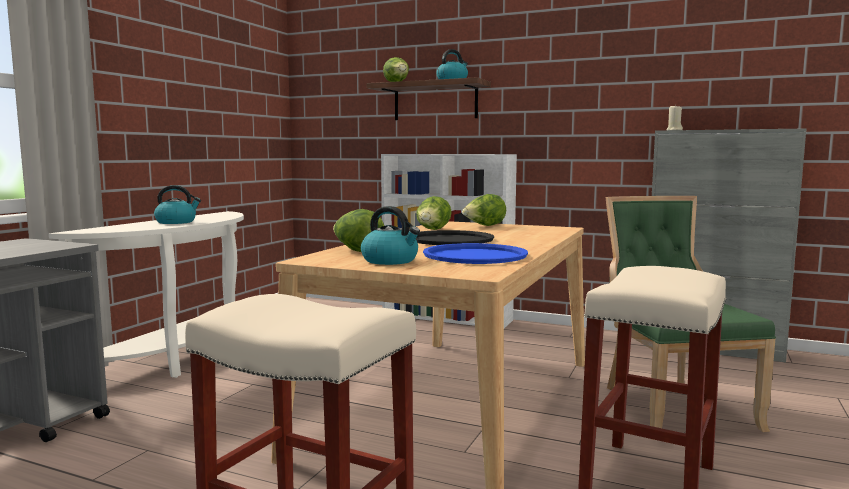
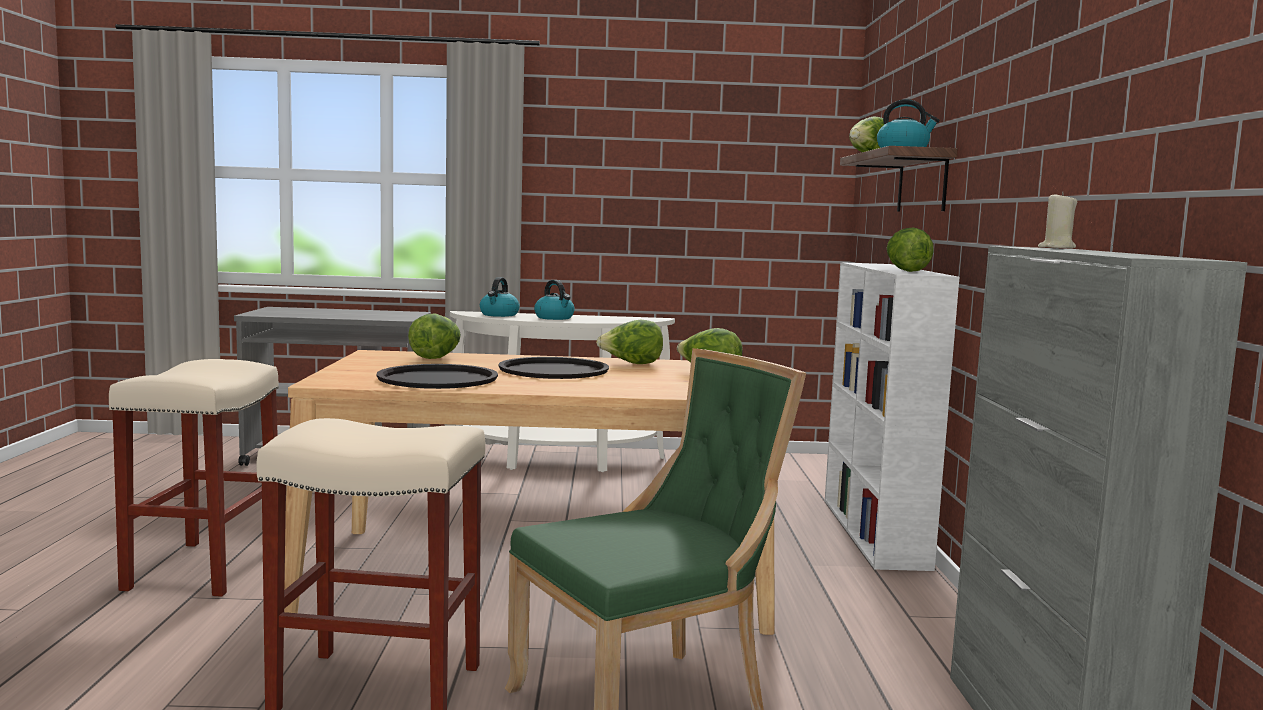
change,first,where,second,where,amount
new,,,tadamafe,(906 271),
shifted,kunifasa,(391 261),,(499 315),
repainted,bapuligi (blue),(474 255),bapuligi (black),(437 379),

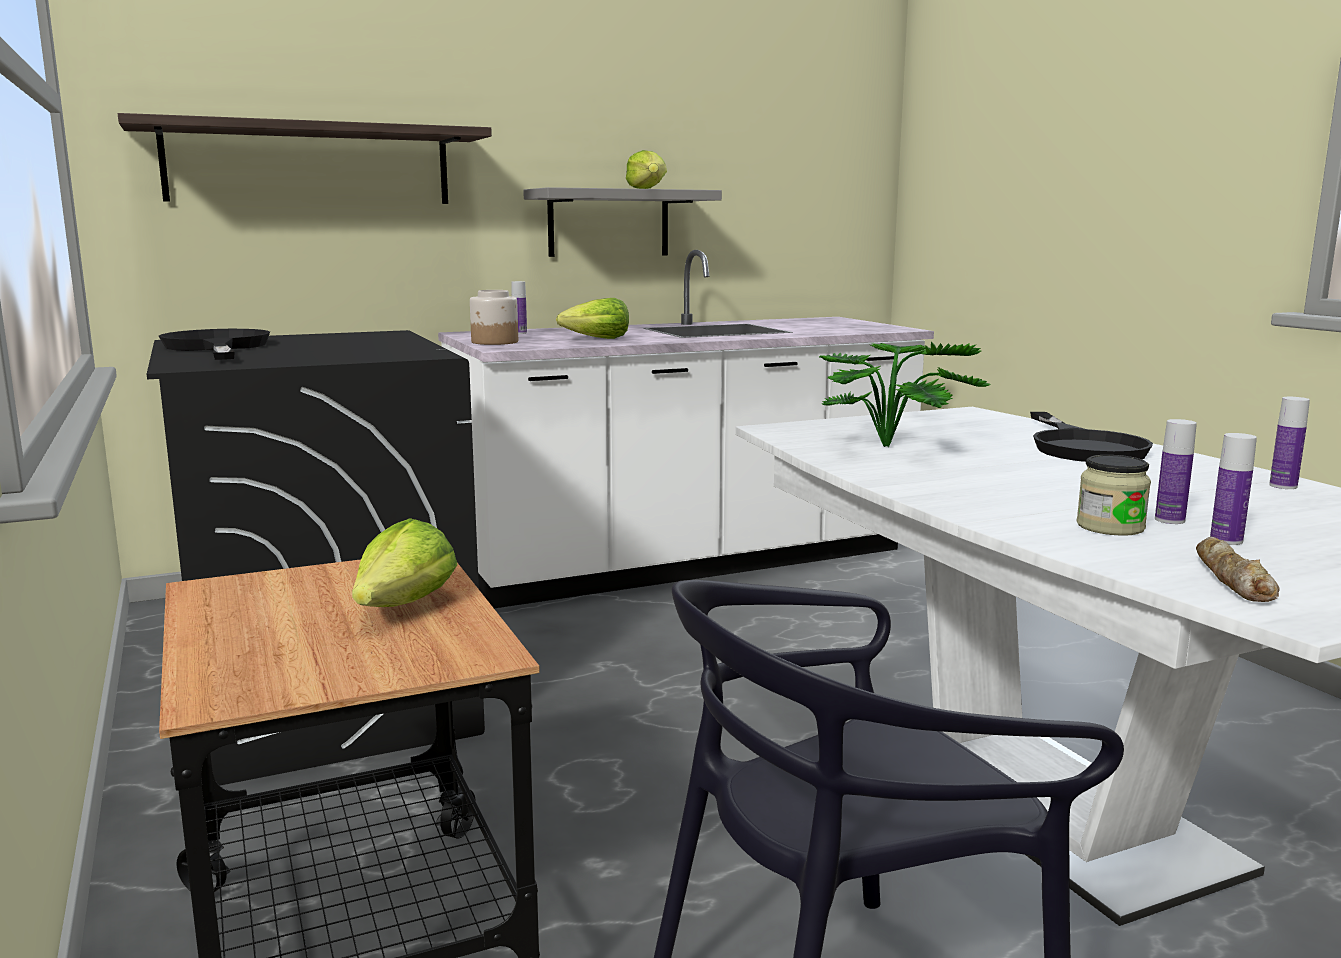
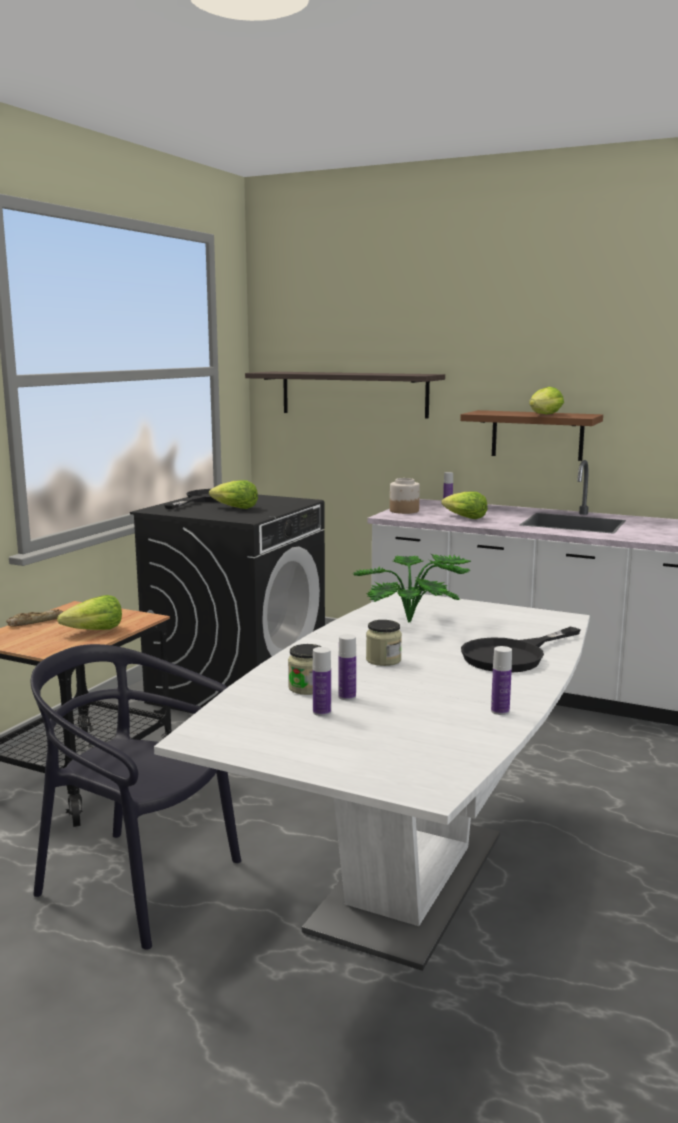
change,first,where,second,where,amount
new,,,tadamafe,(234 508),
new,,,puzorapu,(383 660),
shifted,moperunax,(1230 579),,(36 622),
repainted,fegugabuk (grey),(608 223),fegugabuk (brown),(537 435),

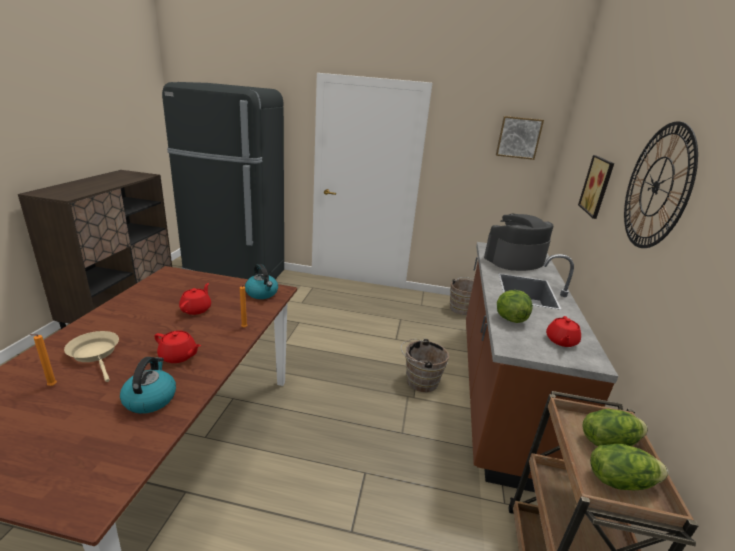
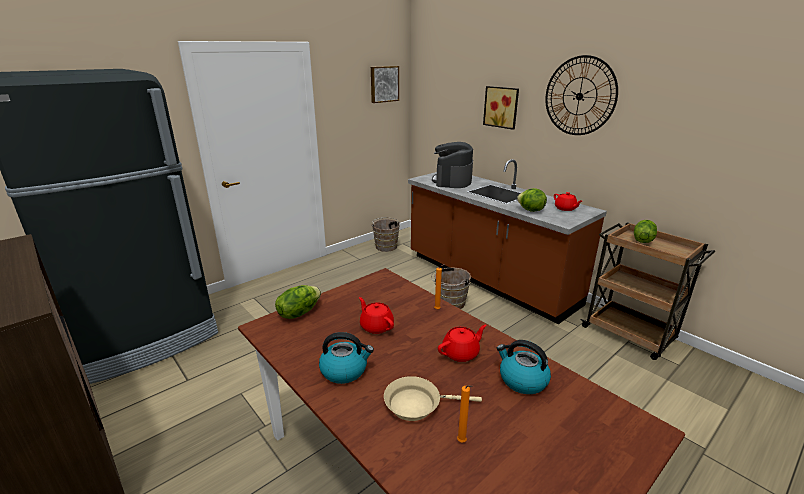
change,first,where,second,where,amount
shifted,kunifasa,(262 293),,(345 370),
shifted,tadamafe,(619 480),,(299 312),

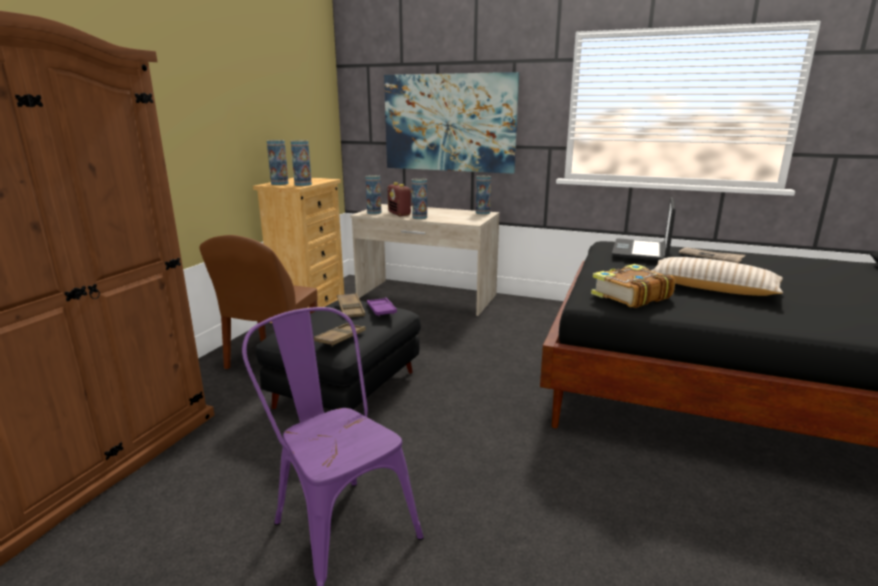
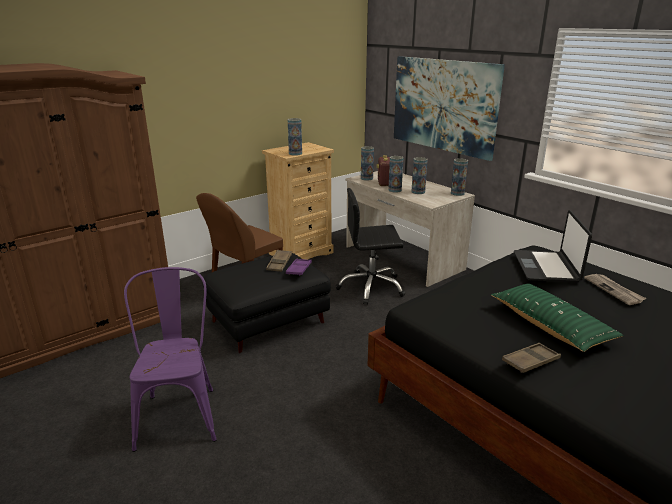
change,first,where,second,where,amount
gone,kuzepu,(630 296),,,
new,,,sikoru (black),(371 287),
shifted,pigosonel,(279 184),,(418 192),
shifted,bapuligi (brown),(340 338),,(530 361),
repainted,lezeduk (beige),(712 288),lezeduk (green),(550 325),
rotated,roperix,(641 251),,(546 267),45 degrees counterclockwise

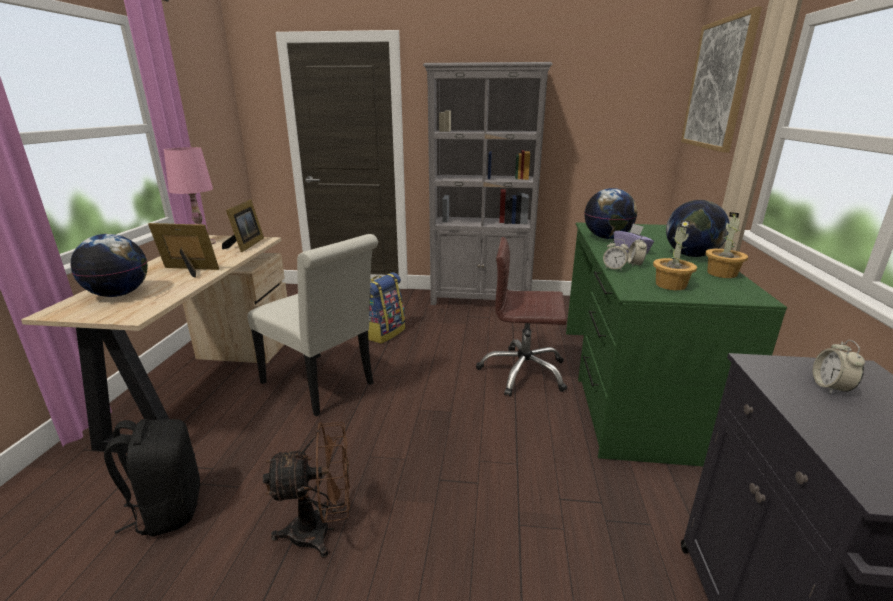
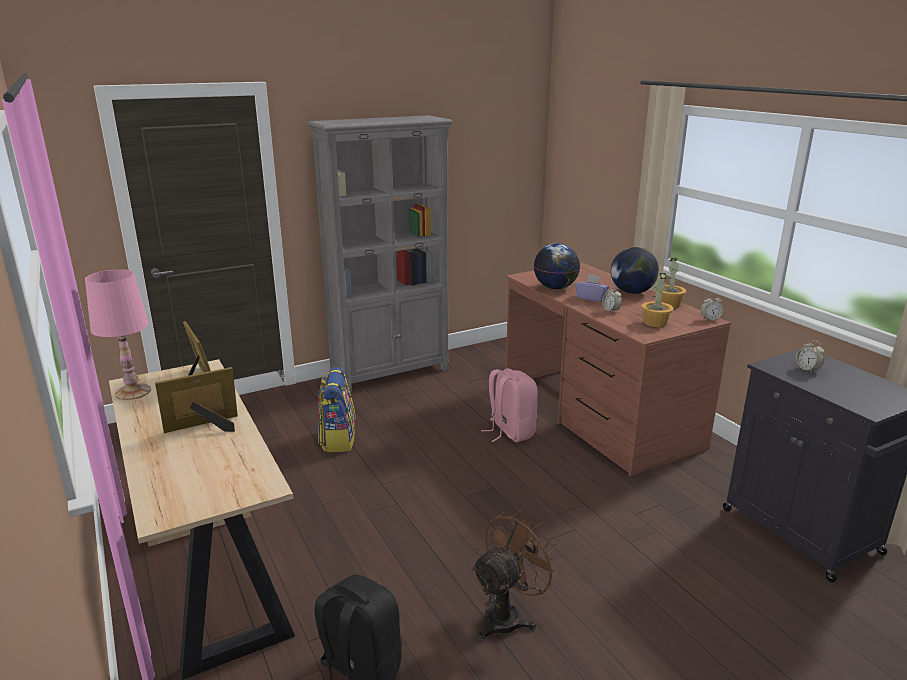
change,first,where,second,where,amount
gone,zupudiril,(119 294),,,
gone,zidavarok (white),(322 386),,,
gone,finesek,(717 85),,,
shifted,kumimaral,(614 268),,(710 319),
swapped,sikoru (brown),(523 372),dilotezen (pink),(510 432),
repainted,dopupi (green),(631 386),dopupi (brown),(597 414),

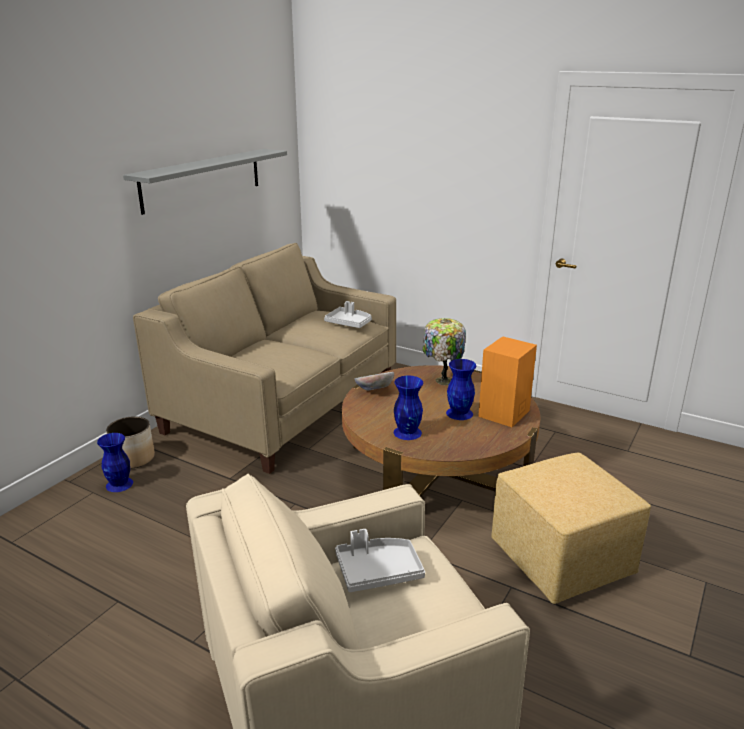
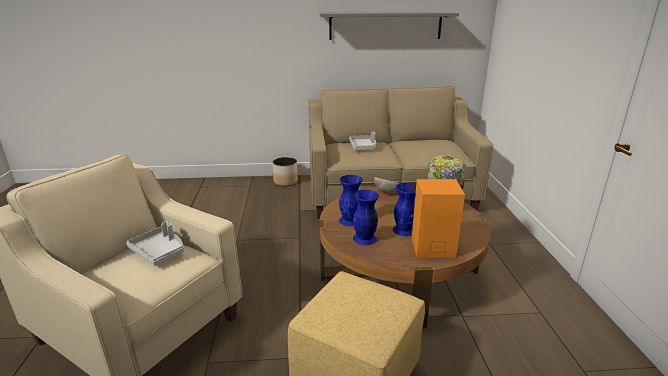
change,first,where,second,where,amount
shifted,pigosonel (blue),(119 484),,(364 238),
shifted,bapuligi (grey),(349 323),,(363 147),

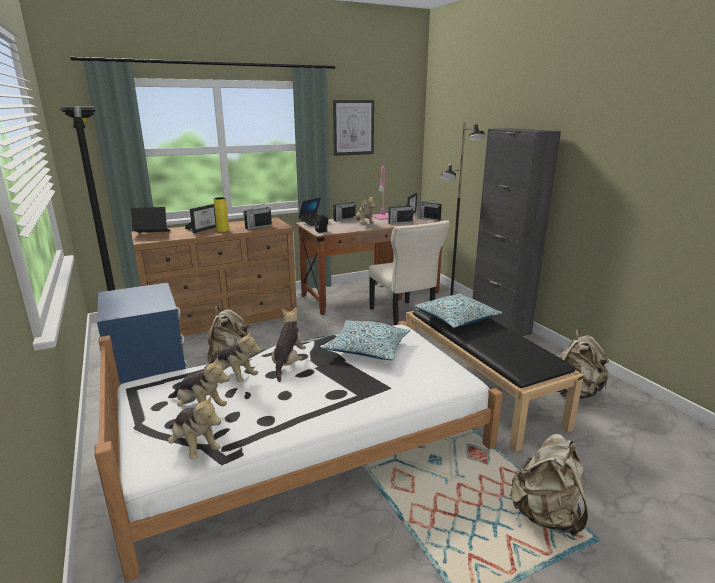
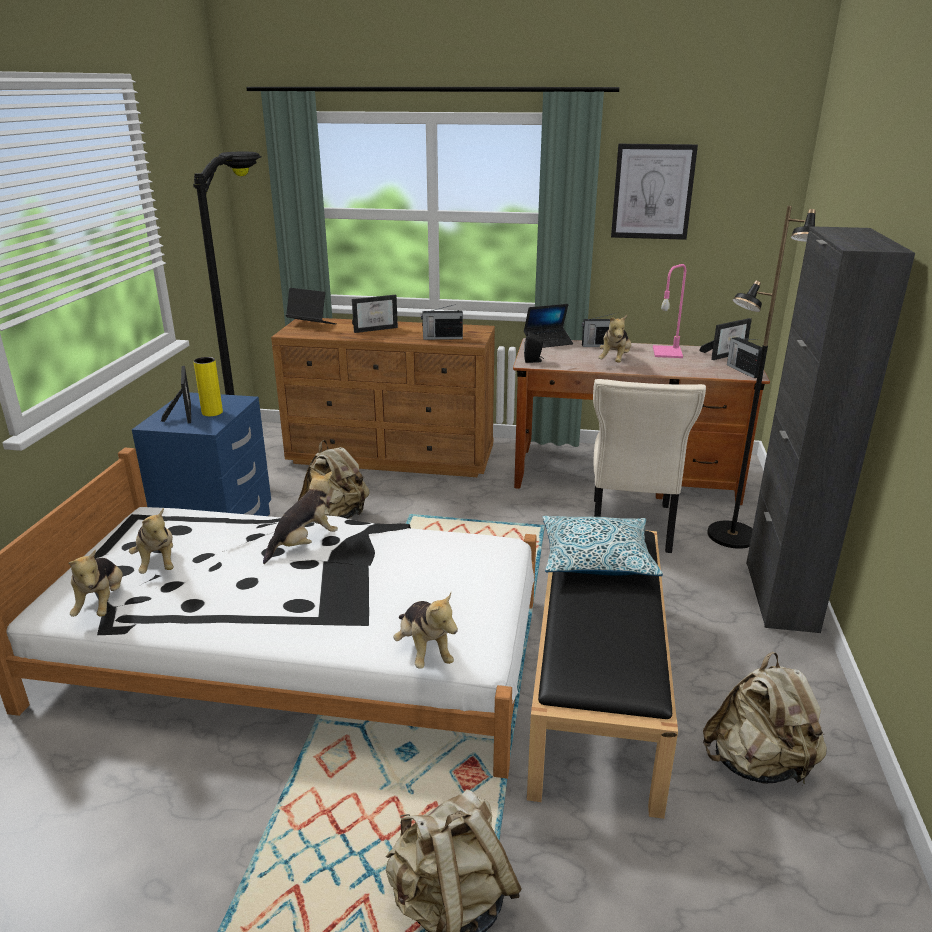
change,first,where,second,where,amount
gone,lezeduk,(367 349),,,
gone,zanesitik,(399 222),,,
new,,,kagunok,(183 413),
shifted,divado,(233 377),,(424 651),
shifted,pigosonel (yellow),(223 230),,(212 412),

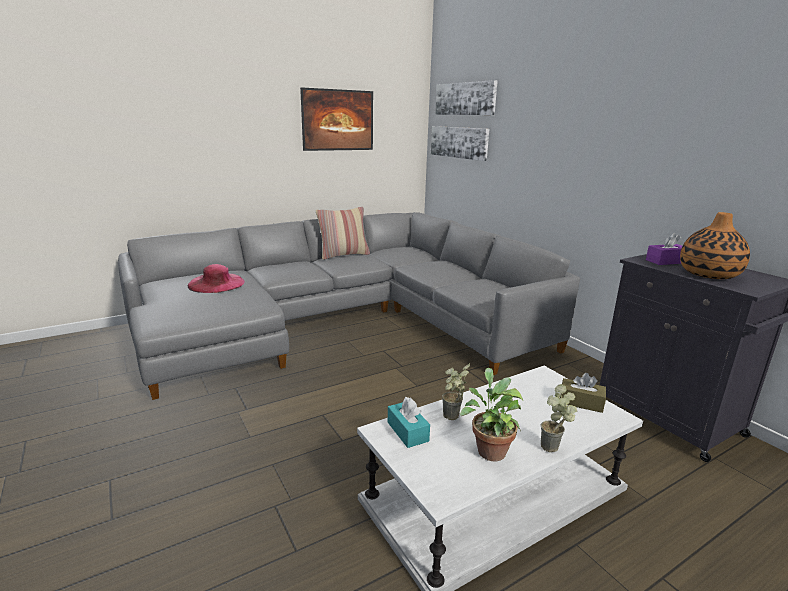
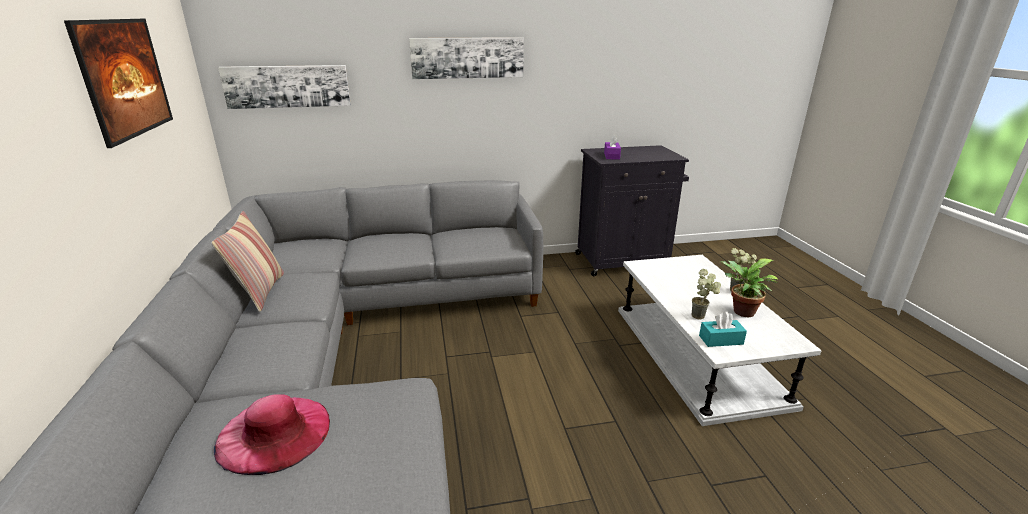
change,first,where,second,where,amount
gone,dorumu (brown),(581 402),,,
gone,pigosonel,(708 274),,,
shifted,finesek,(465 99),,(467 57),

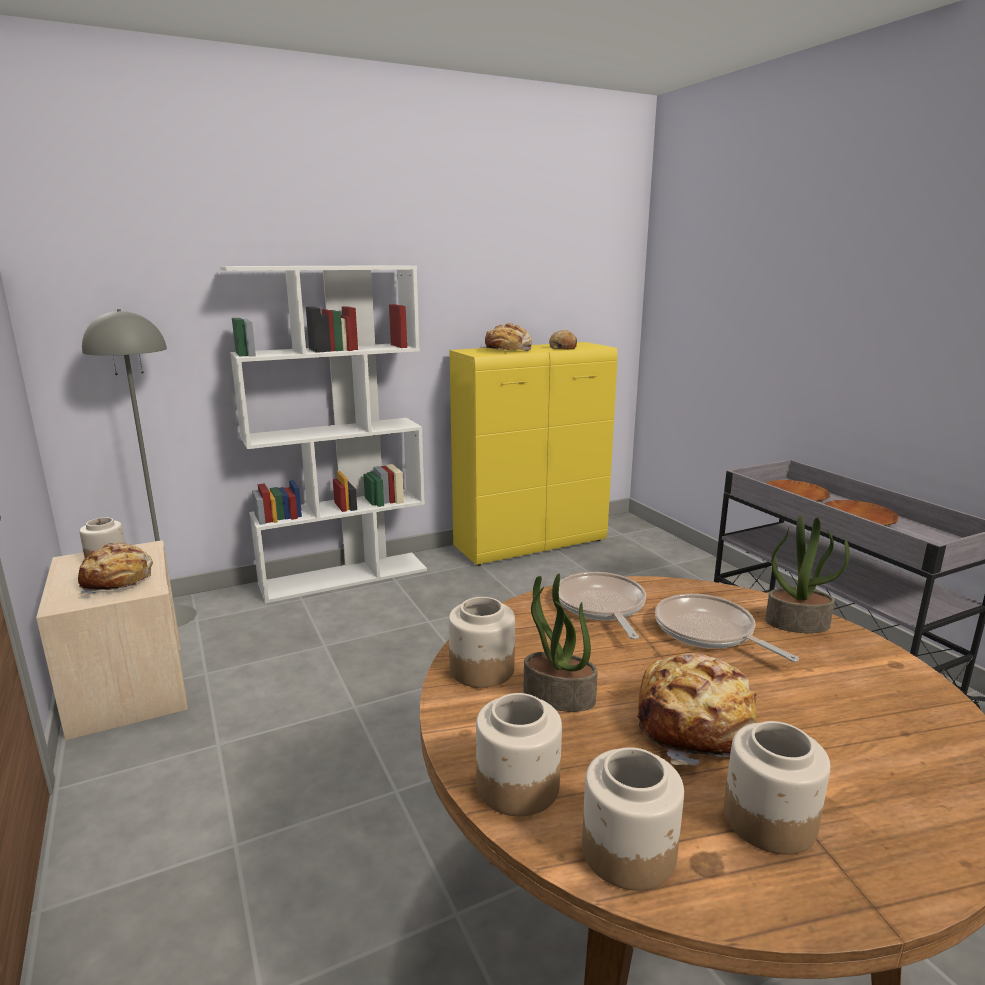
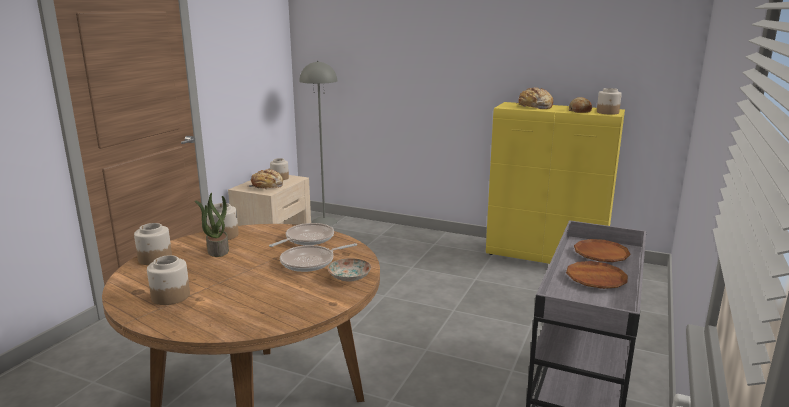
change,first,where,second,where,amount
gone,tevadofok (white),(344 576),,,
gone,moperunax,(696 725),,,
shifted,puzorapu,(630 851),,(608 112),
swapped,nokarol,(797 623),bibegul,(350 277),
rotated,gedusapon,(708 632),,(311 262),135 degrees counterclockwise

